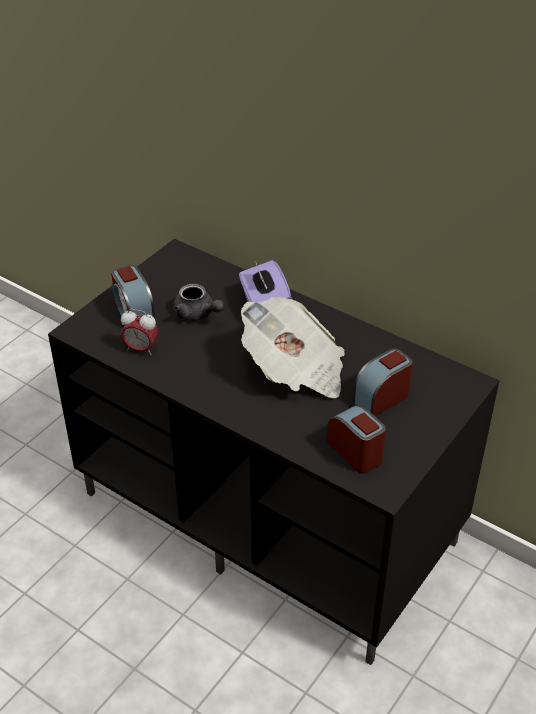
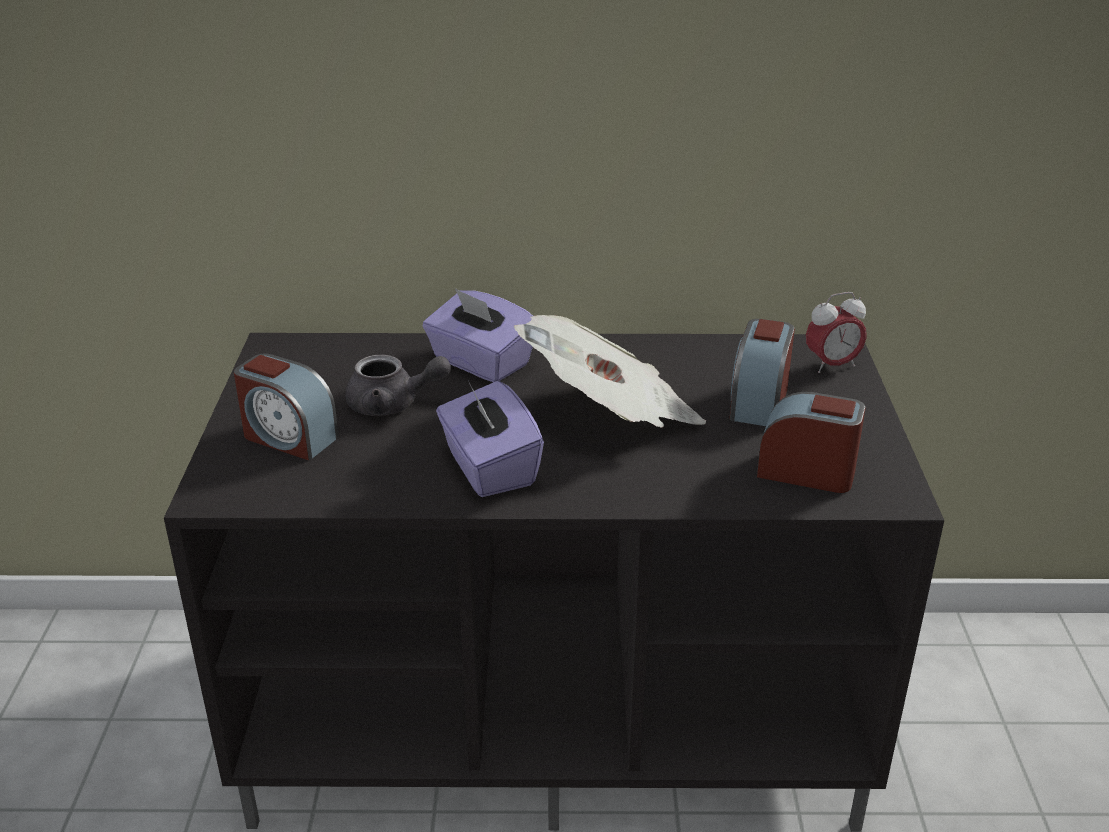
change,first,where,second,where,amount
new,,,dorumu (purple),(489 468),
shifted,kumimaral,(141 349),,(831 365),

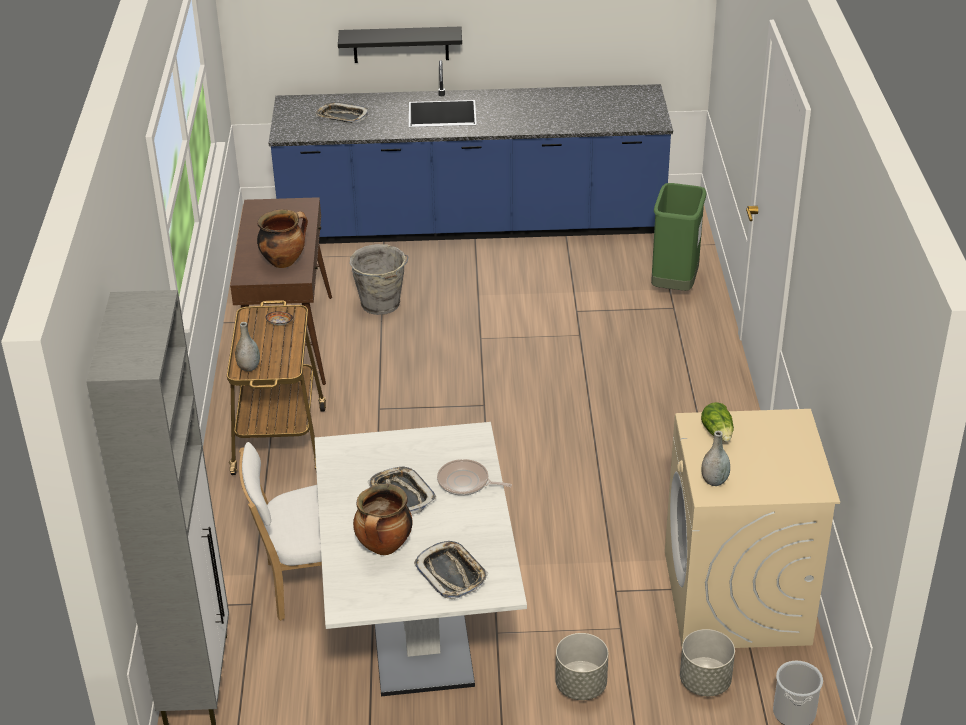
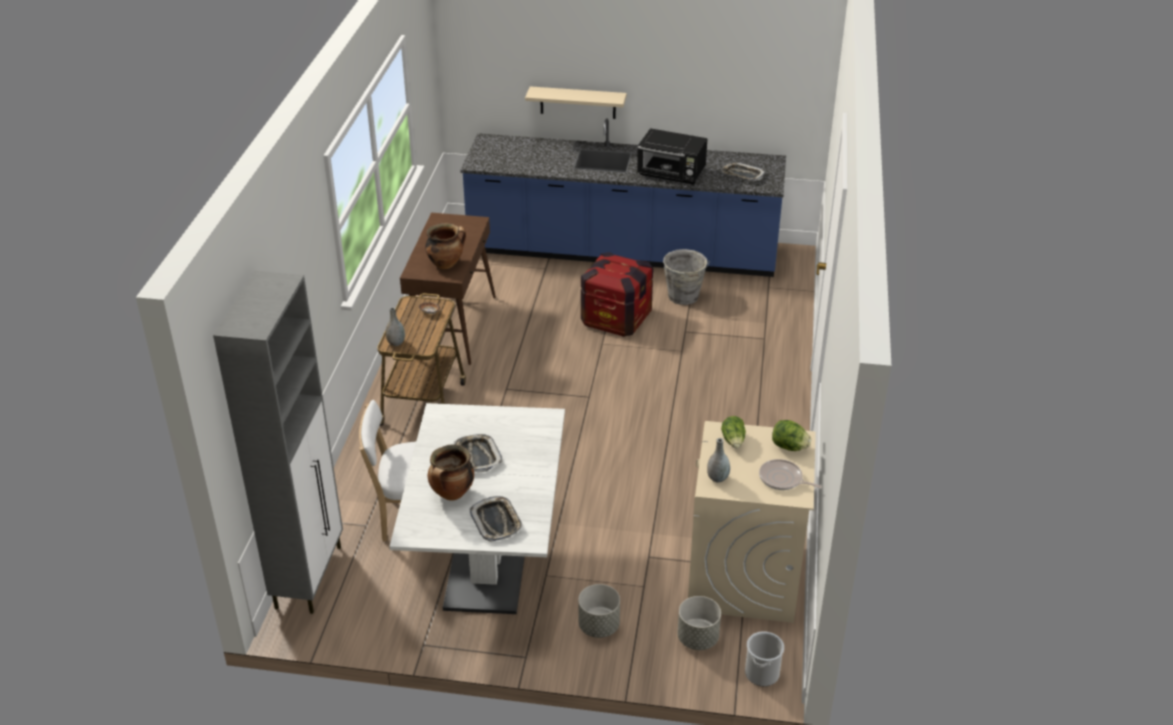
change,first,where,second,where,amount
gone,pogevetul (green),(674 285),,,
new,,,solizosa,(616 319),
new,,,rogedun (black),(671 174),
new,,,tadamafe,(789 447),
shifted,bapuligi,(342 117),,(742 175),
shifted,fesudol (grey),(381 305),,(683 297),
shifted,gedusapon,(466 482),,(782 479),
repainted,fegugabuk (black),(401 44),fegugabuk (beige),(578 102),

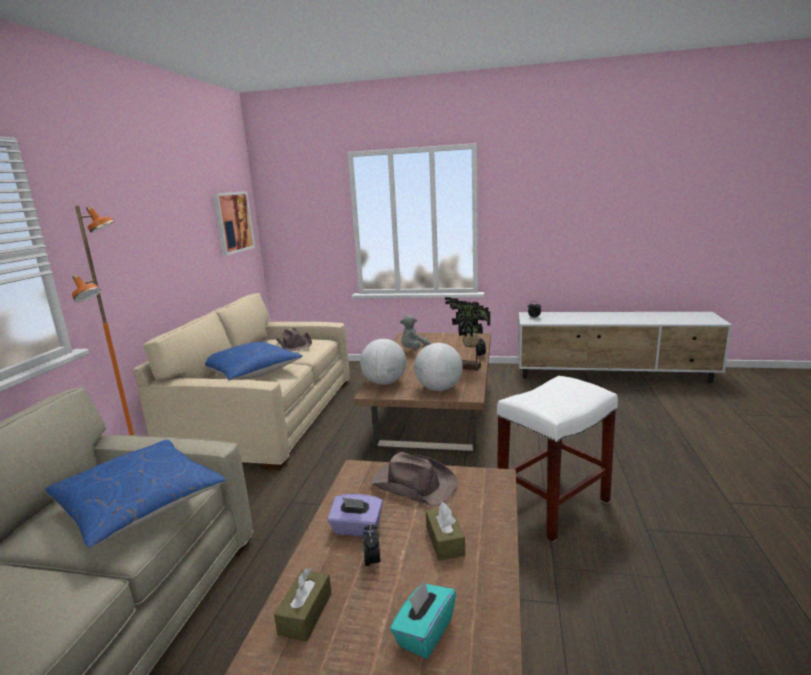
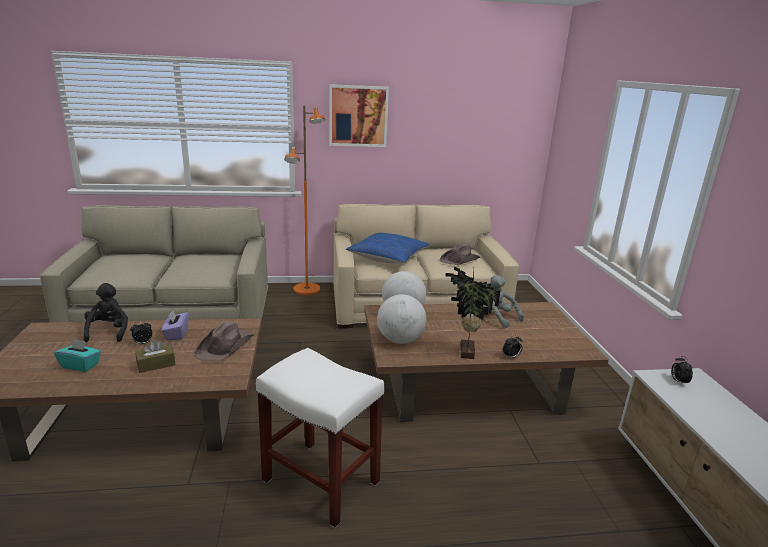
change,first,where,second,where,amount
gone,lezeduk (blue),(140 505),,,
shifted,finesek,(233 222),,(358 116),
swapped,dorumu (brown),(305 613),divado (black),(109 331),

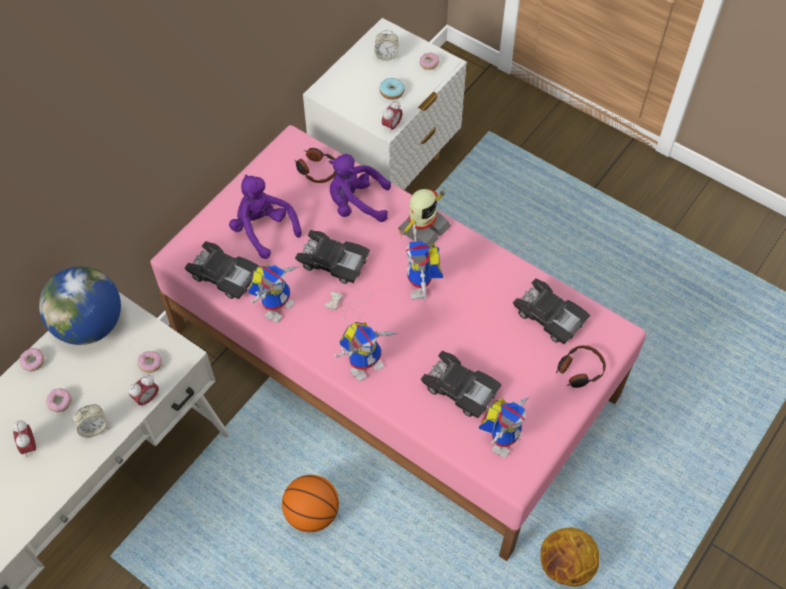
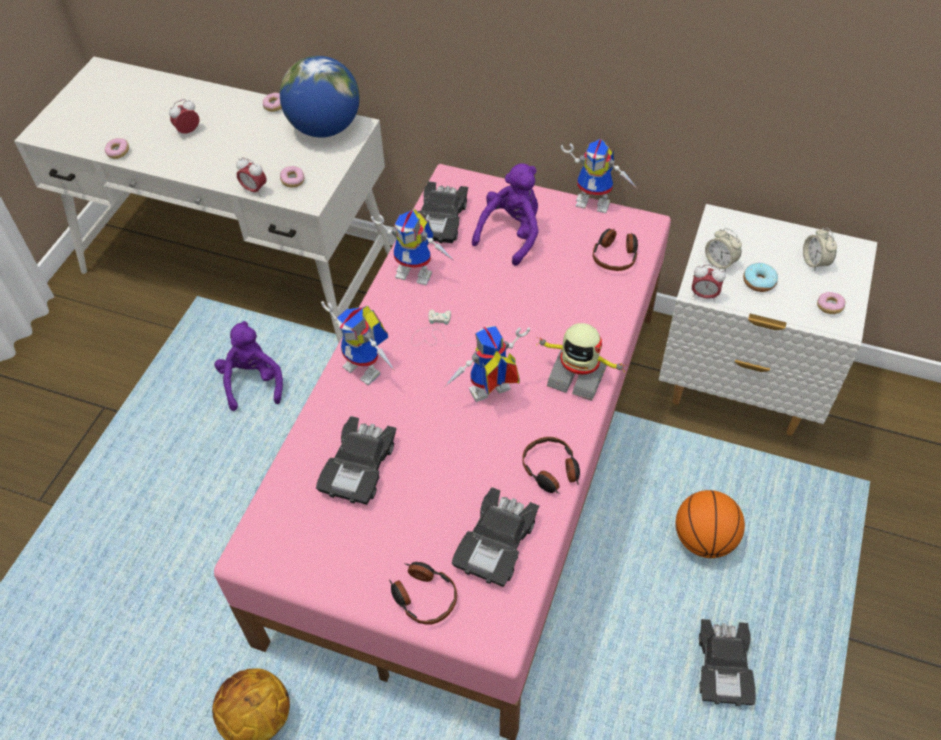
change,first,where,second,where,amount
new,,,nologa,(551 470),
shifted,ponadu,(60 402),,(118 152),
shifted,kumimaral,(94 428),,(720 262),
shifted,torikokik,(312 513),,(704 539),
shifted,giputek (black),(333 261),,(723 667),
shifted,divado (purple),(356 203),,(253 382),
shifted,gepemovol,(502 437),,(596 201),

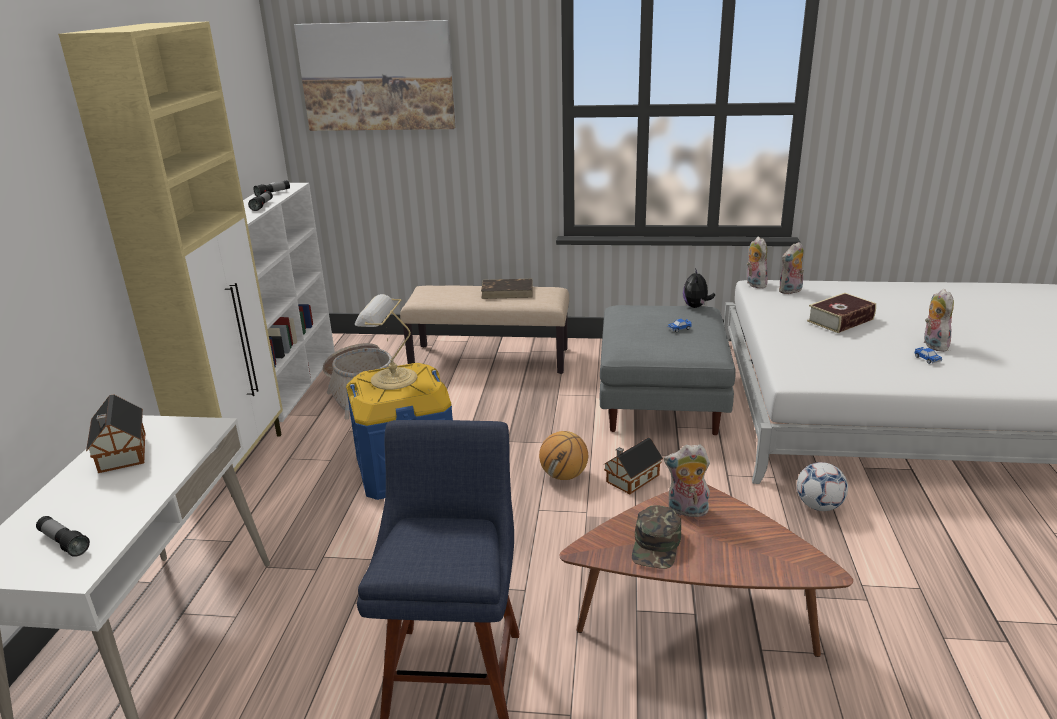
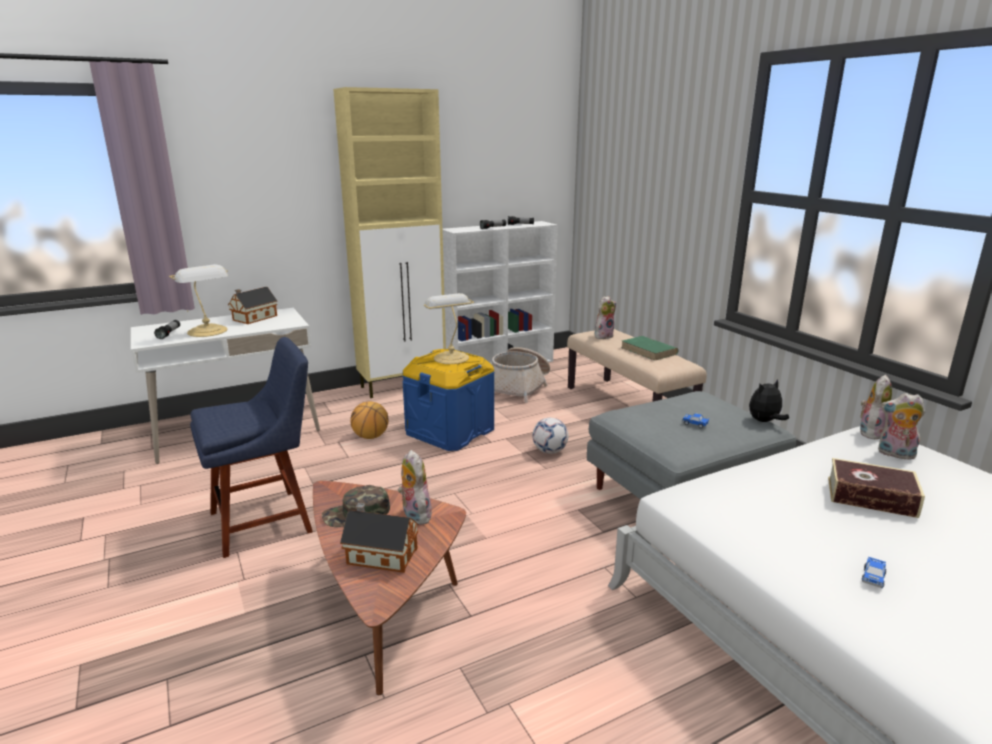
change,first,where,second,where,amount
gone,finesek,(377 76),,,
new,,,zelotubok,(208 331),
shifted,torikokik,(564 476),,(370 437),
shifted,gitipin,(630 479),,(380 555),
shifted,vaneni,(819 506),,(549 451),
shifted,divado,(932 345),,(603 336),
repainted,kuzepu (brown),(508 291),kuzepu (green),(649 351),

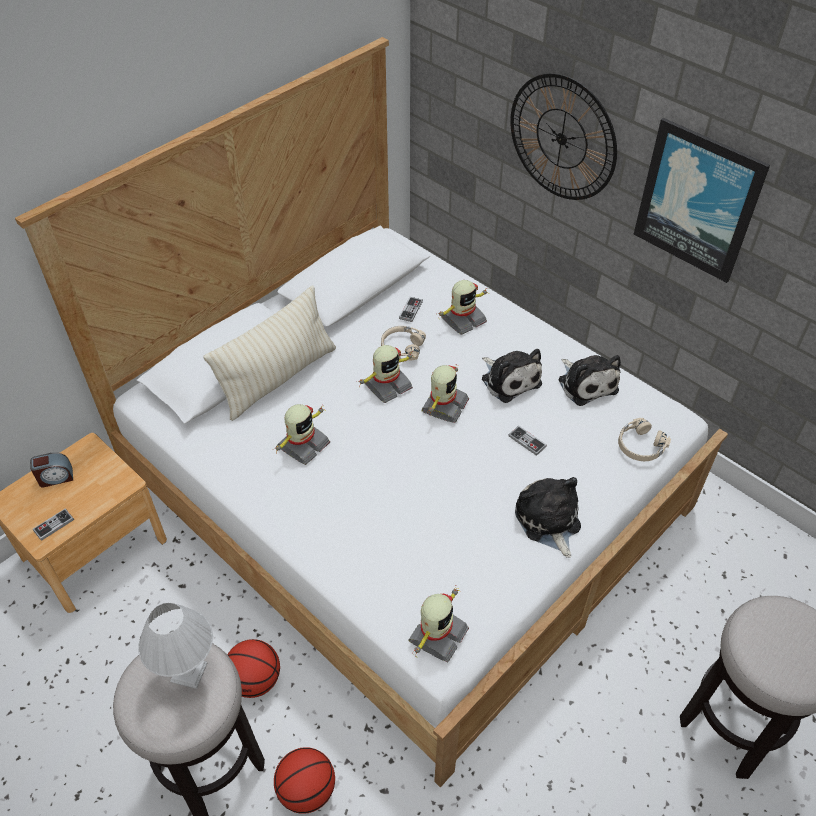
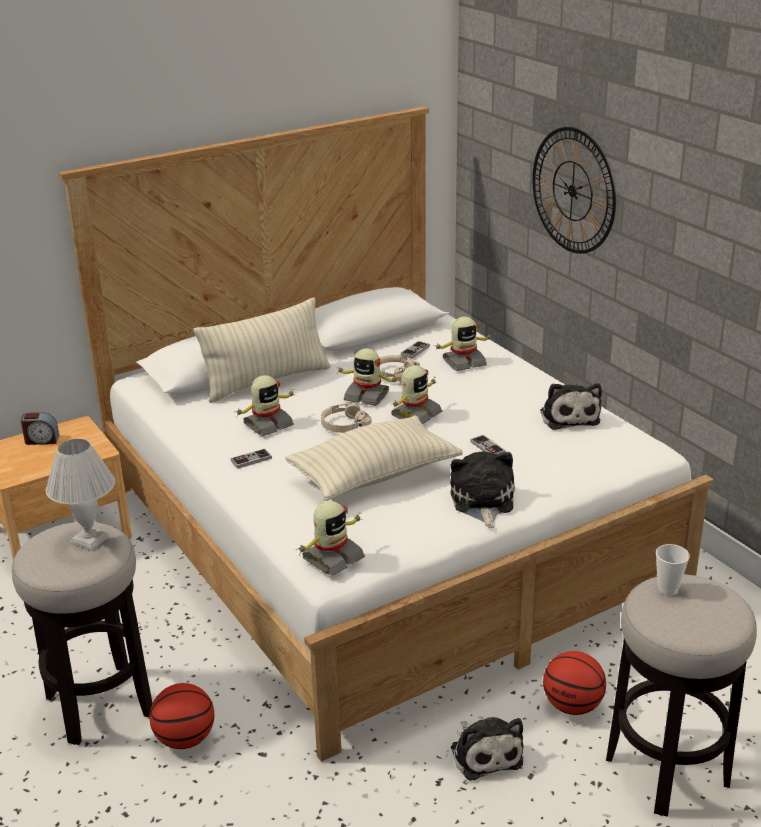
change,first,where,second,where,amount
gone,finesek,(698 200),,,
new,,,lezeduk (beige),(374 475),
new,,,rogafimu,(668 589),
shifted,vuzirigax,(54 525),,(251 460),
shifted,torikokik,(255 680),,(572 705),
shifted,divado,(509 379),,(485 753),
shifted,nologa (beige),(640 446),,(344 425),
rotated,gepemovol,(387 385),,(367 396),45 degrees clockwise

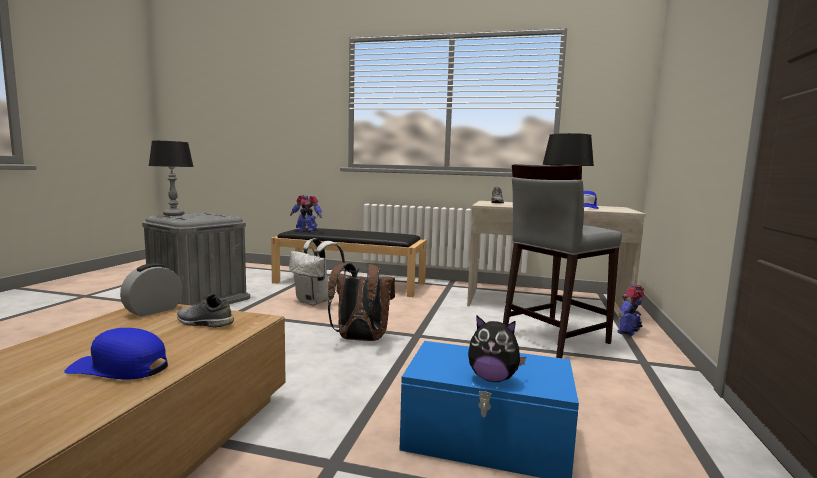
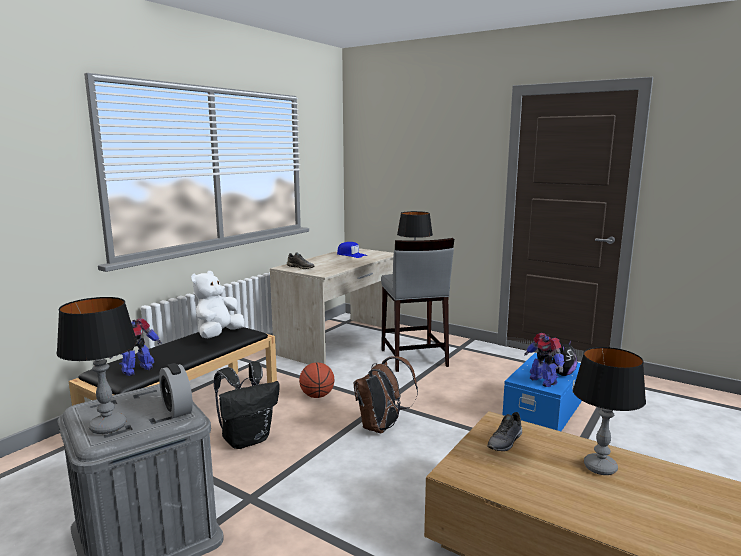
change,first,where,second,where,amount
new,,,divado (white),(218 335),
new,,,torikokik,(317 396),
shifted,kumimaral,(153 311),,(177 409),
shifted,gepemovol,(629 332),,(543 381),
swapped,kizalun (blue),(119 367),zelotubok,(600 467),
repainted,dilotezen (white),(315 302),dilotezen (black),(247 439),

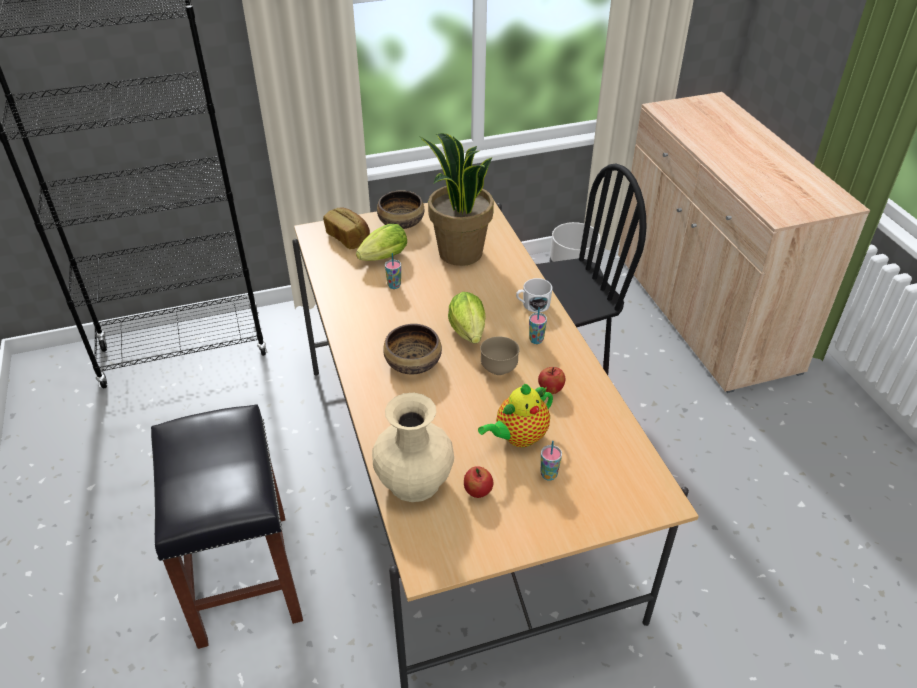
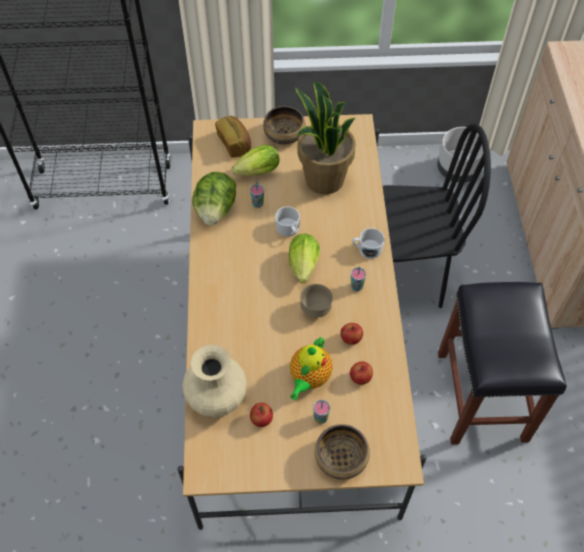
change,first,where,second,where,amount
new,,,tadamafe,(215 210),
new,,,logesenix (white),(288 230),
new,,,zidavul,(360 378),
shifted,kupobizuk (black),(242 575),,(480 394),
shifted,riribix,(413 362),,(341 458),
rotated,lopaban,(518 437),,(309 378),45 degrees counterclockwise

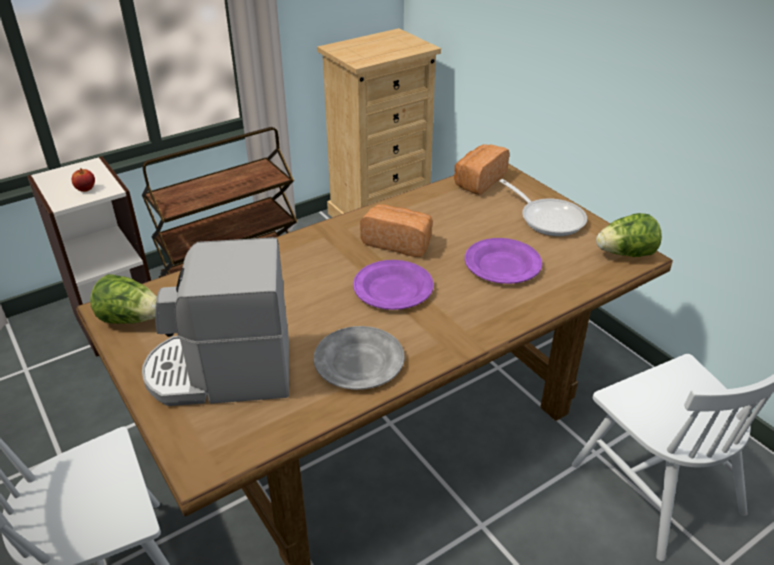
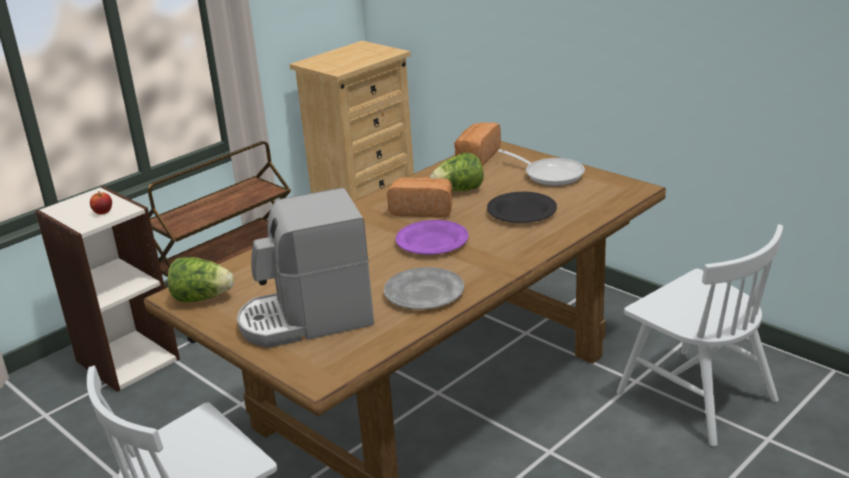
change,first,where,second,where,amount
shifted,tadamafe,(625 254),,(458 191),
repainted,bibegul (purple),(502 265),bibegul (black),(521 212),

